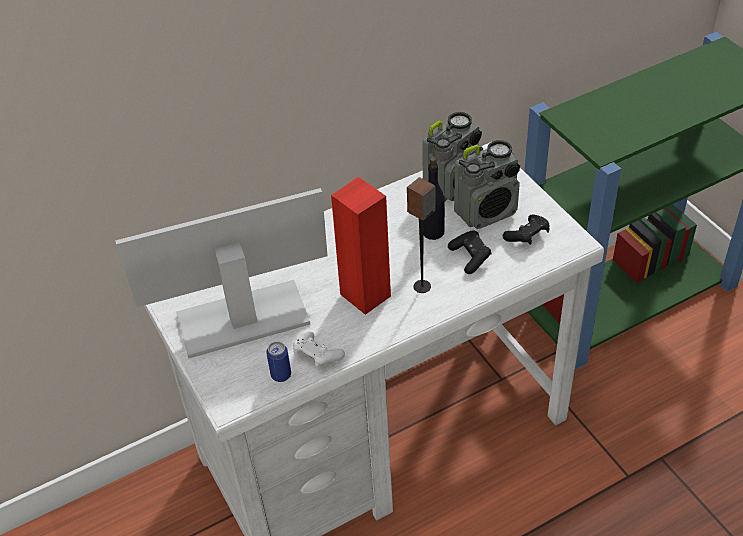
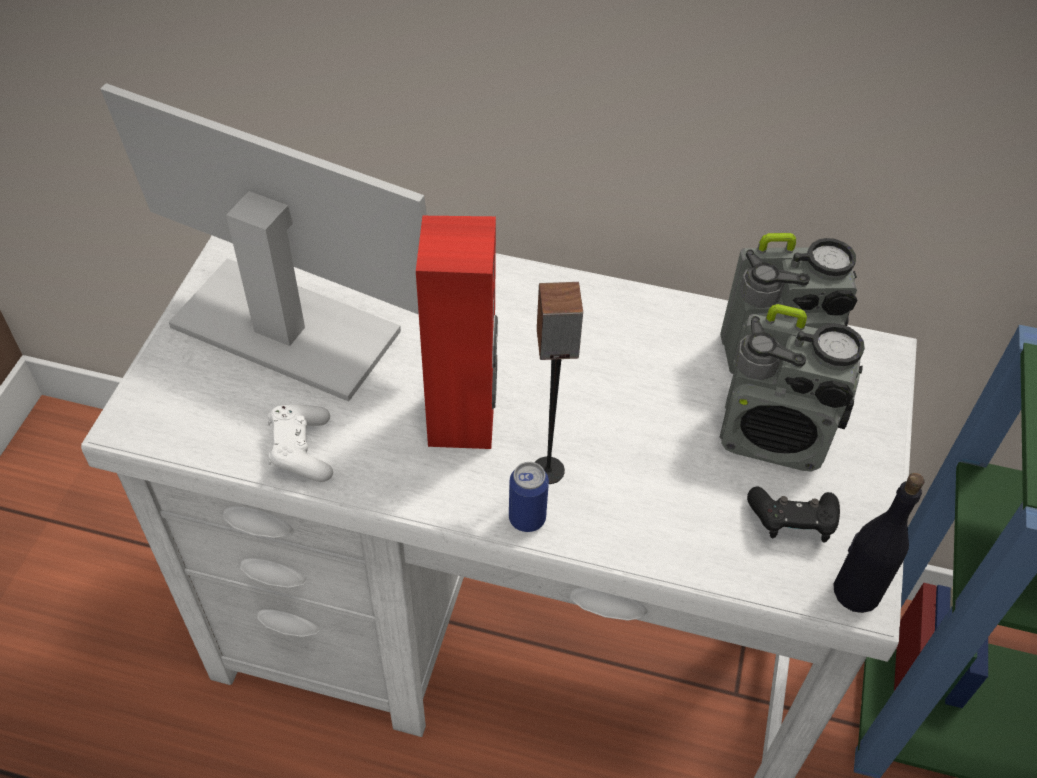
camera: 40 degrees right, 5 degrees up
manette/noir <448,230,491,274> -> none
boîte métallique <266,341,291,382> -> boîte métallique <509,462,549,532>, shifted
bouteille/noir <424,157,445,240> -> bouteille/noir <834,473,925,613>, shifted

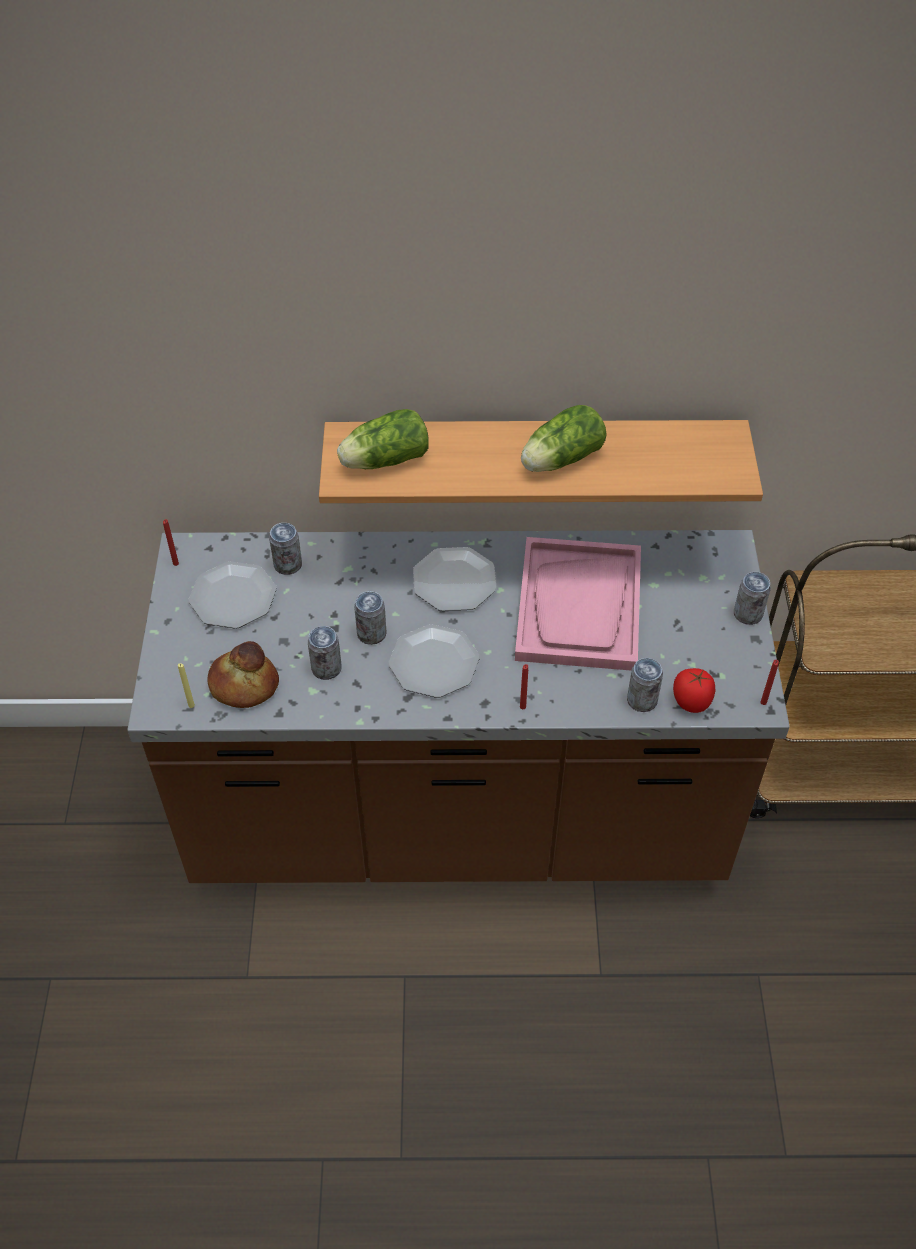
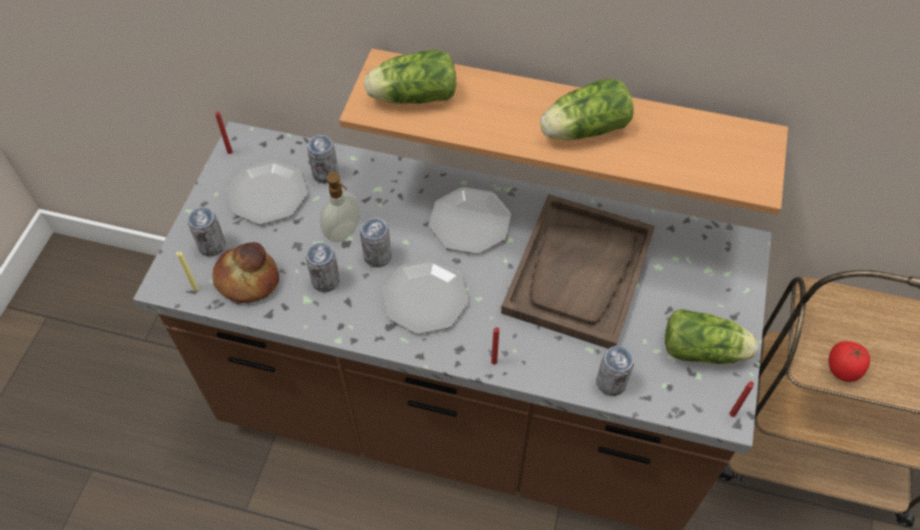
camera: 15 degrees right, 5 degrees up
none -> distributeur de savon <320,172,360,243>
none -> laitue <665,309,758,364>
tomate <673,668,715,713> -> tomate <829,341,870,382>, shifted
boîte métallique <734,572,771,625> -> boîte métallique <188,207,226,256>, shifted
plateau/rose <515,537,641,671> -> plateau/marron <501,194,655,349>

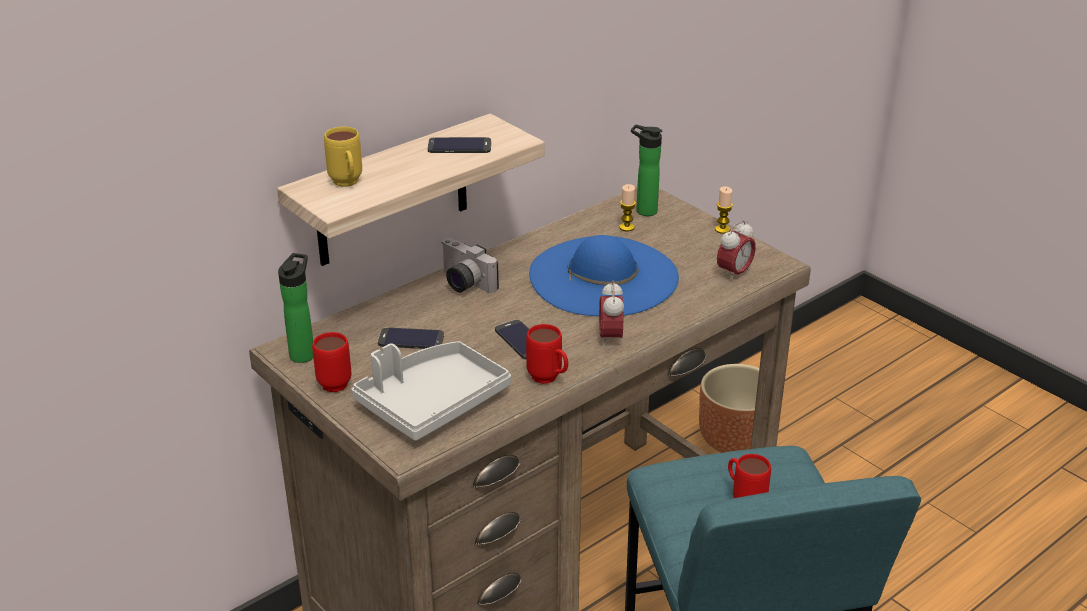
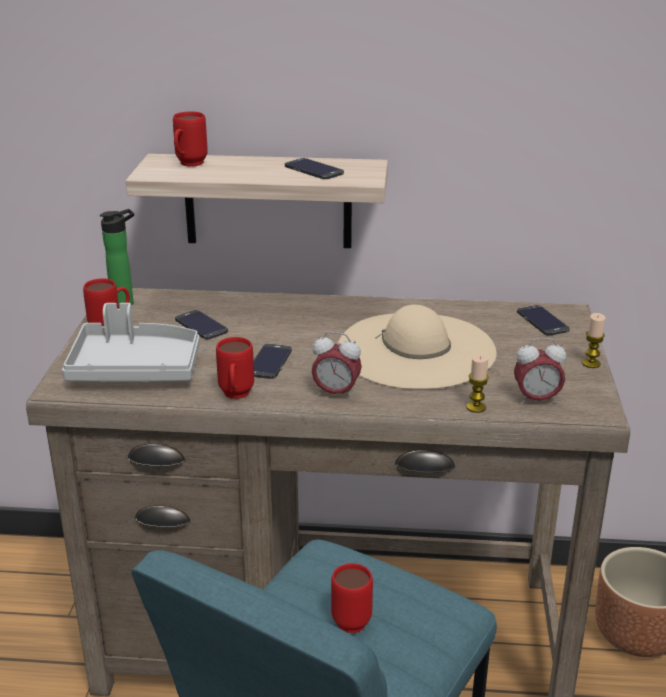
camera: 45 degrees right, 5 degrees down
appareil photo <442,238,499,293> -> none
bougie <619,184,636,231> -> bougie <466,354,489,413>, shifted
bouteille <631,124,662,216> -> téléphone <517,305,569,336>
mug/jaune <324,126,362,187> -> mug/rouge <173,111,208,166>
chapeau/bleu <529,235,679,316> -> chapeau/beige <338,305,497,389>
réveil <599,281,624,348> -> réveil <312,332,362,400>, 120 degrees counterclockwise

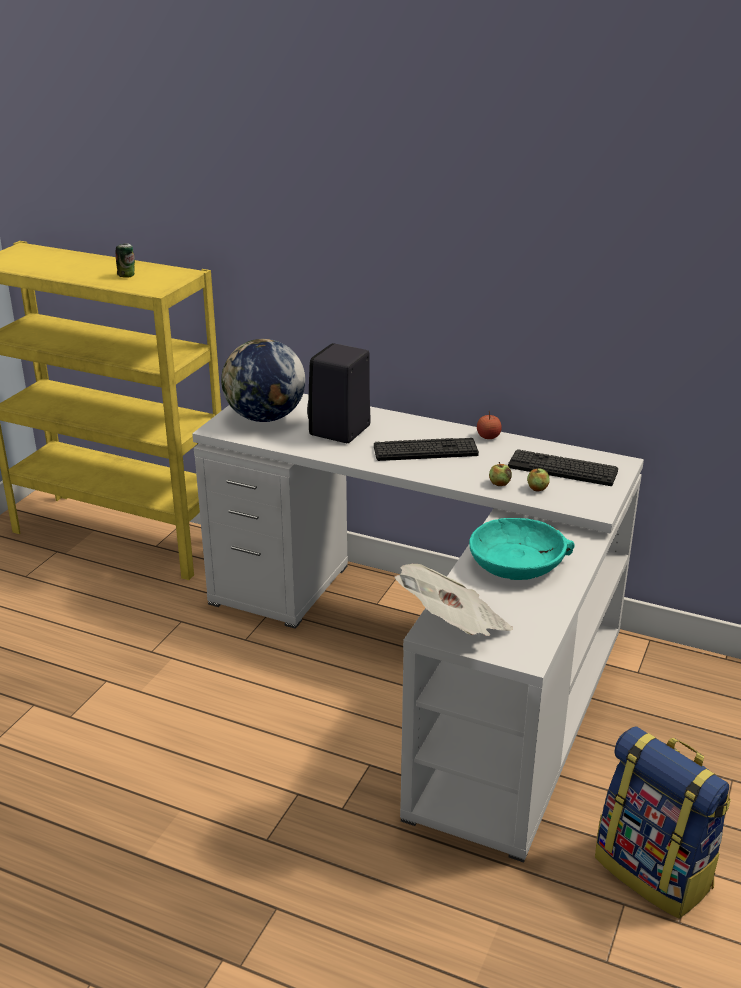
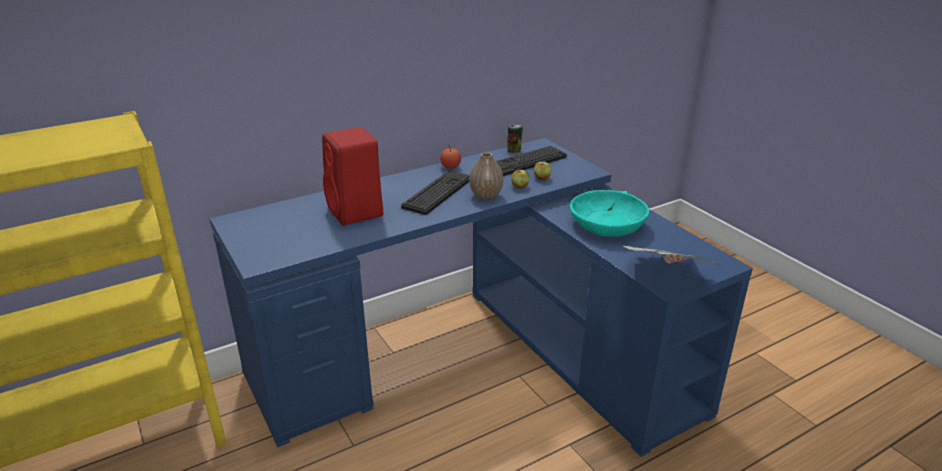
camera: 55 degrees left, 0 degrees up
globe <221,339,306,422> -> none
sac à dos <595,726,731,919> -> none
none -> vase <469,152,503,200>
boîte métallique <116,243,135,277> -> boîte métallique <507,125,523,153>, shifted
bureau/blanc <192,394,644,863> -> bureau/bleu <210,138,753,457>
enceinte/noir <307,343,371,443> -> enceinte/rouge <322,127,383,225>

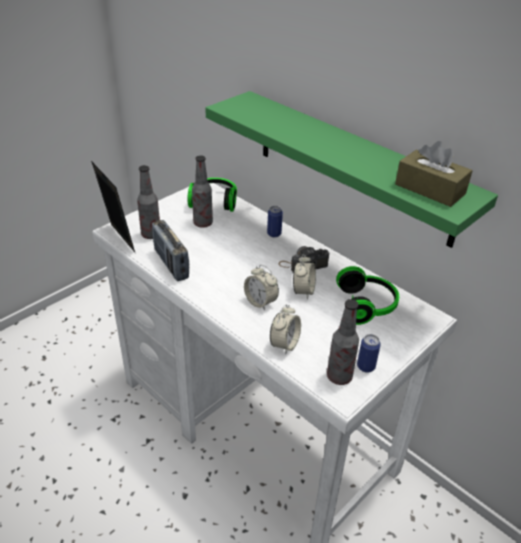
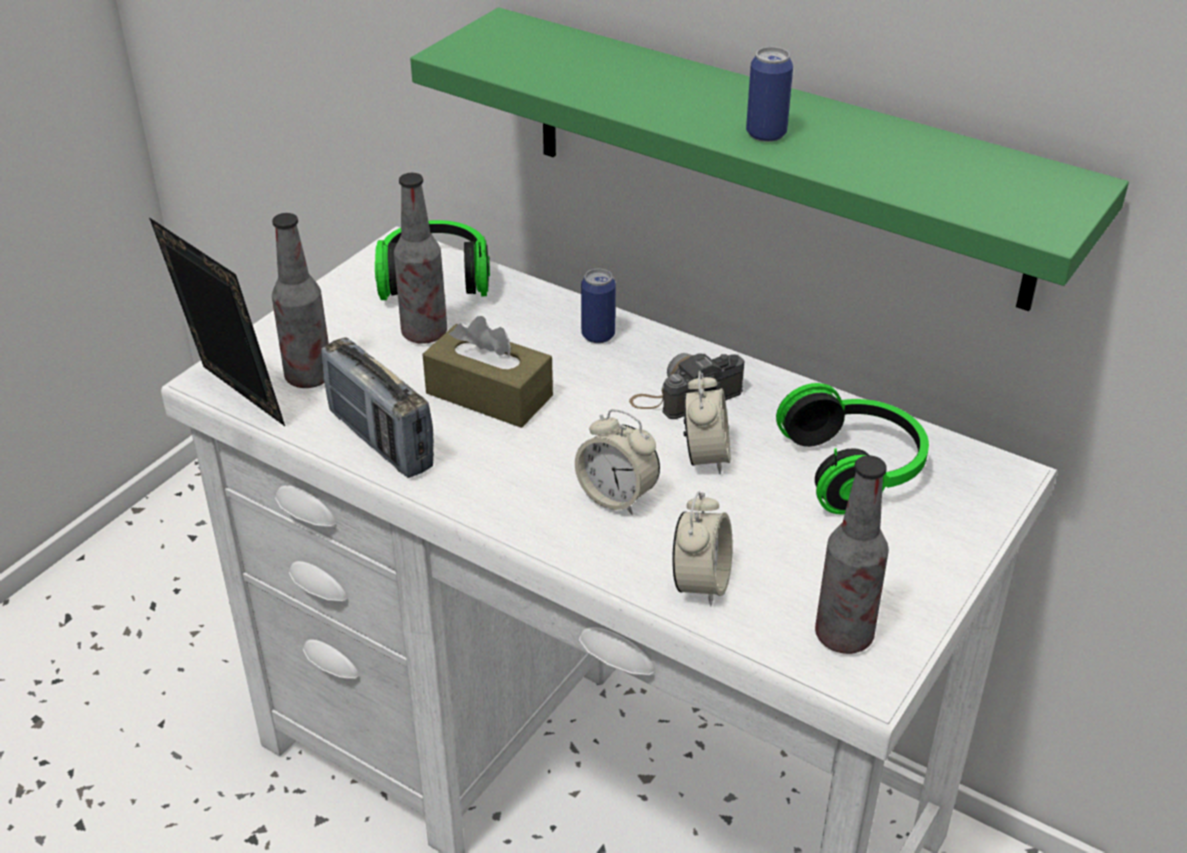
camera: 10 degrees left, 0 degrees up
boîte métallique <357,334,381,373> -> boîte métallique <746,47,793,142>, shifted
boîte à mouchoirs/marron <395,141,472,207> -> boîte à mouchoirs/marron <422,316,553,428>, shifted

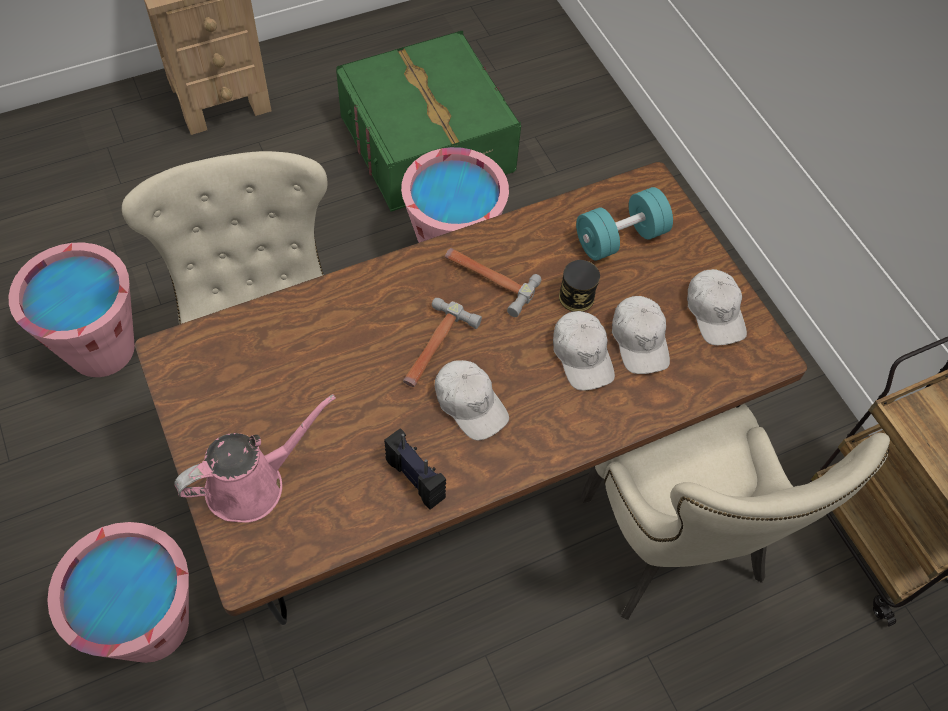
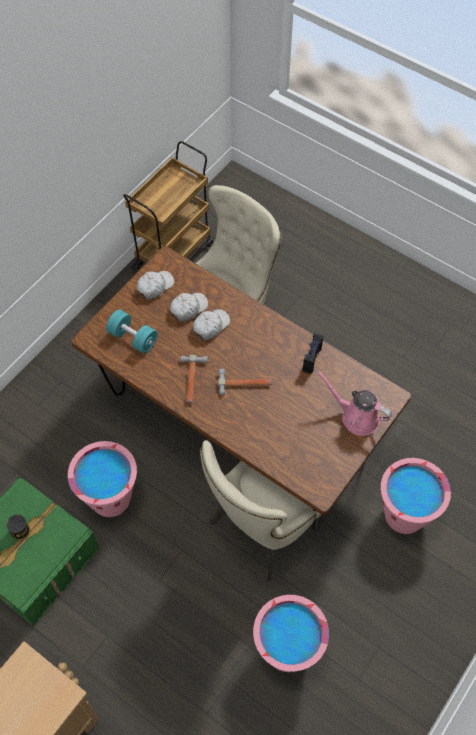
camera: 115 degrees left, 0 degrees up
casquette/blanc <435,360,509,441> -> none
boîte métallique <559,260,600,312> -> boîte métallique <6,514,30,540>, shifted

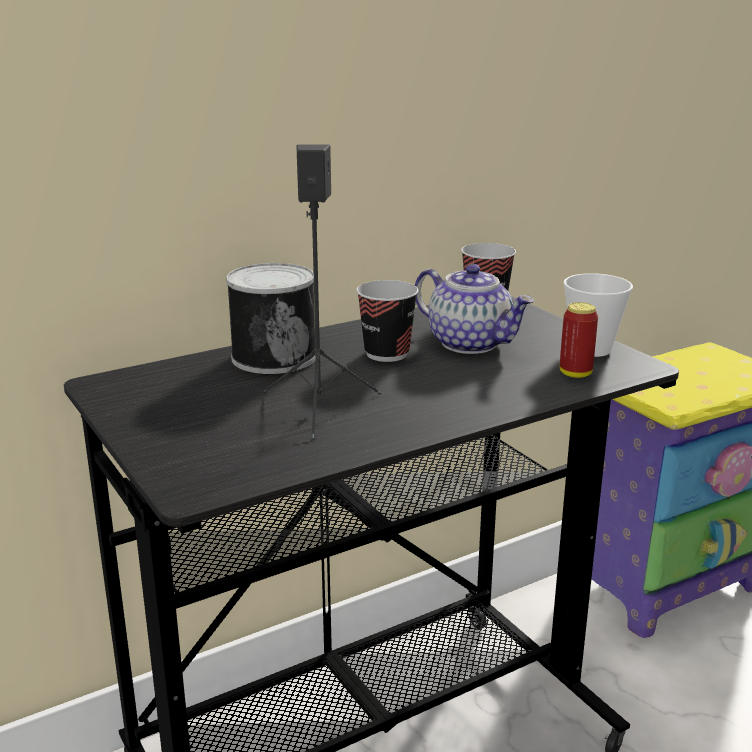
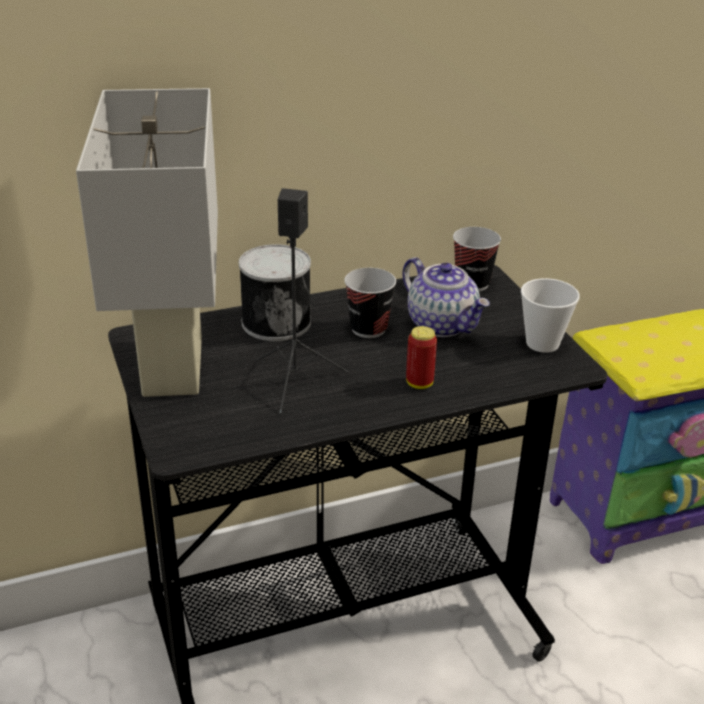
camera: 10 degrees right, 10 degrees up
none -> lampe de table/blanc <76,88,218,397>
boîte métallique <560,302,598,378> -> boîte métallique <406,326,437,389>, shifted

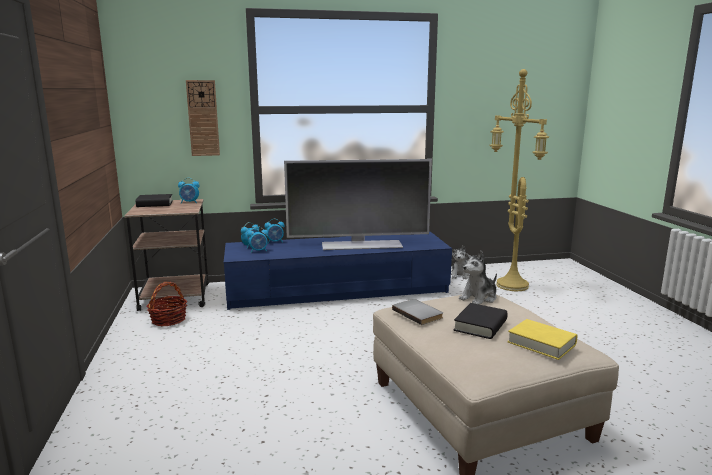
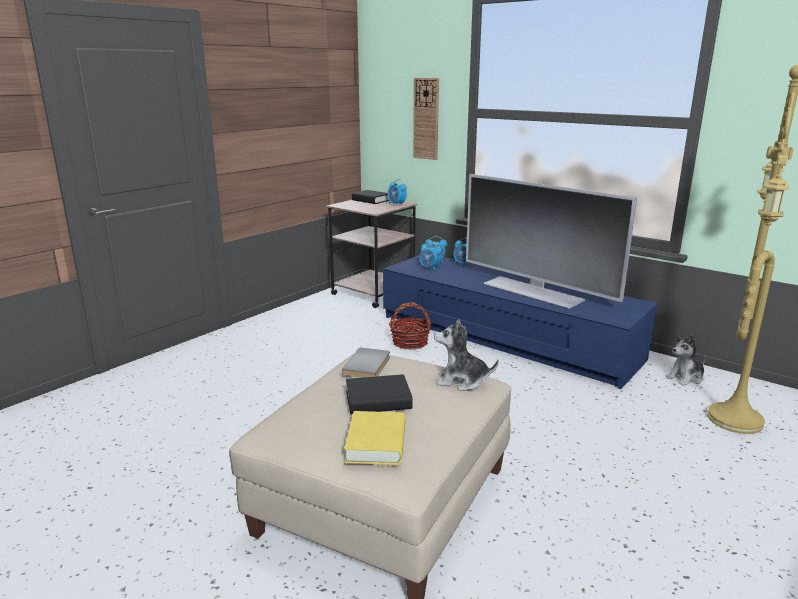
camera: 50 degrees right, 5 degrees up
panier <147,282,187,327> -> panier <389,302,431,350>, shifted

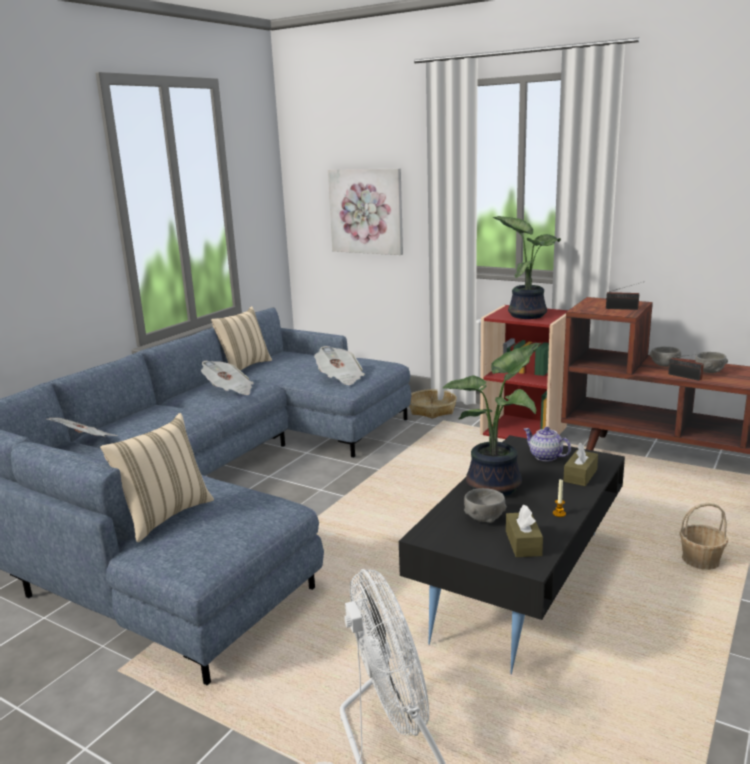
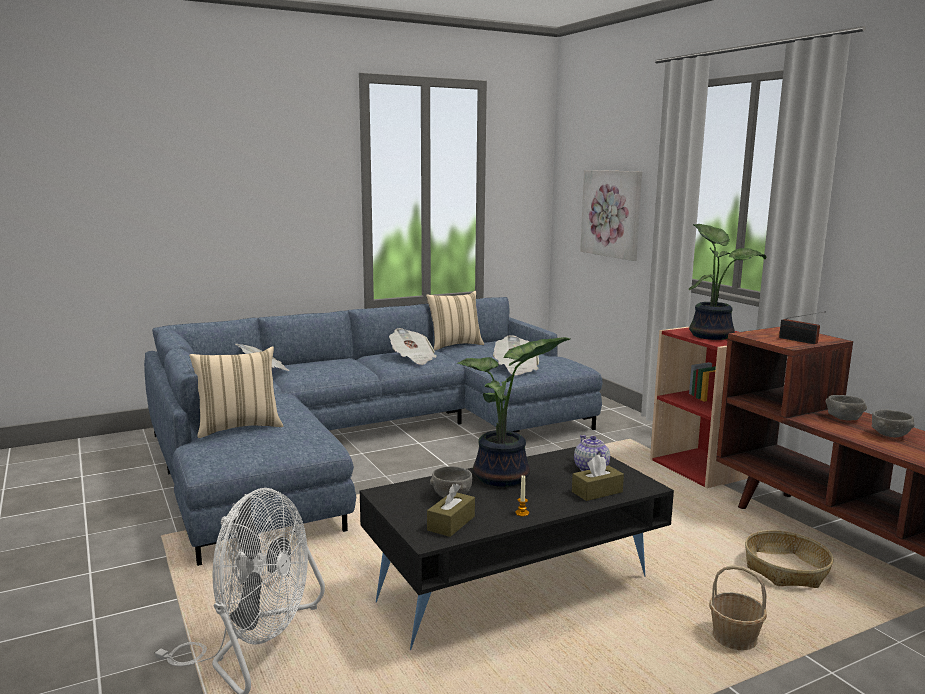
camera: 30 degrees right, 5 degrees down
radio <668,353,704,381> -> none
panier <409,389,457,419> -> panier <745,530,834,588>, shifted

